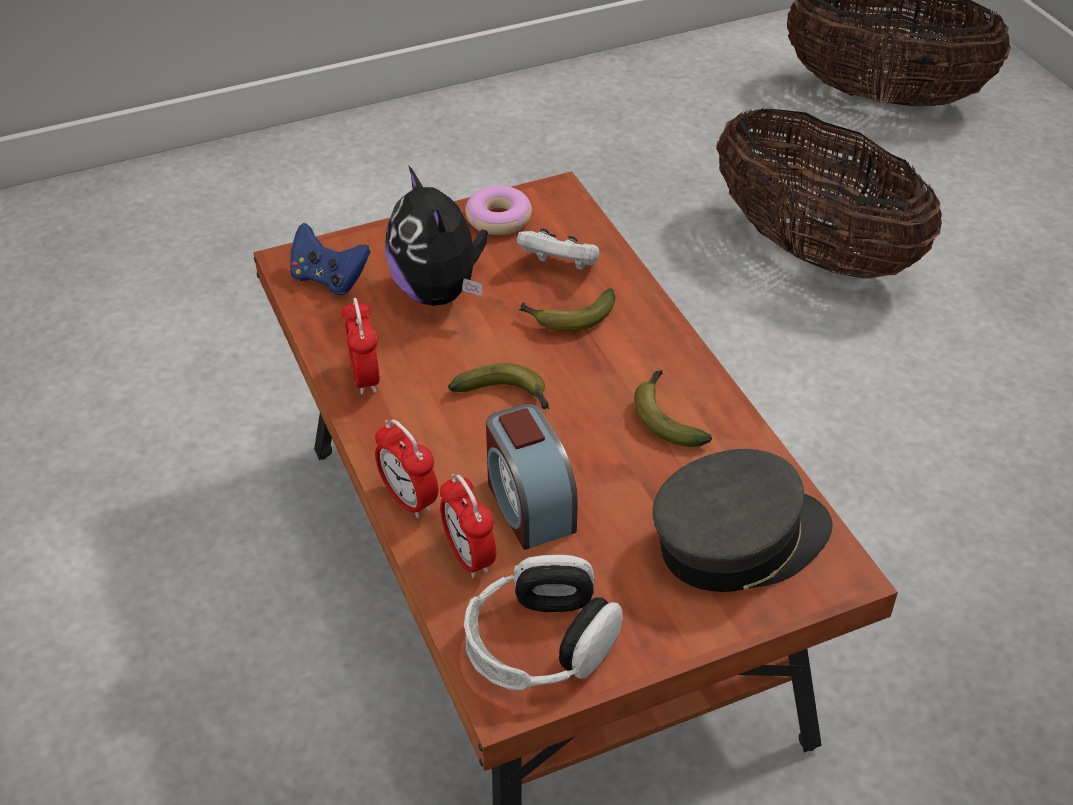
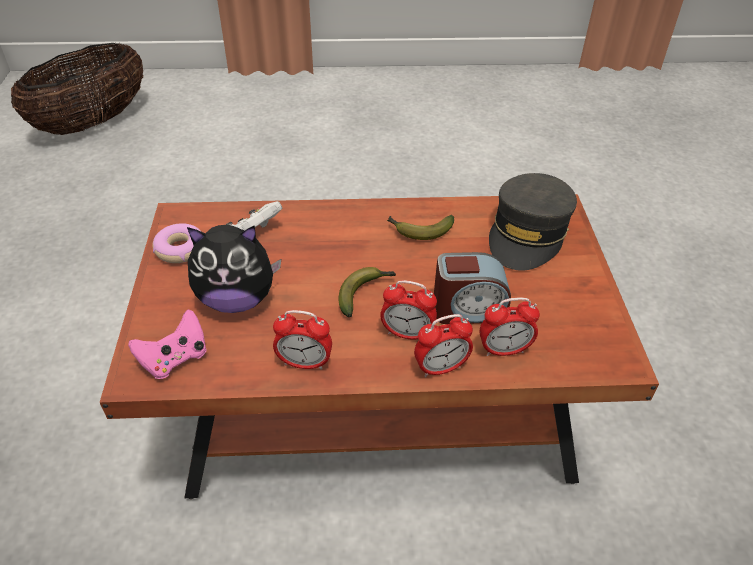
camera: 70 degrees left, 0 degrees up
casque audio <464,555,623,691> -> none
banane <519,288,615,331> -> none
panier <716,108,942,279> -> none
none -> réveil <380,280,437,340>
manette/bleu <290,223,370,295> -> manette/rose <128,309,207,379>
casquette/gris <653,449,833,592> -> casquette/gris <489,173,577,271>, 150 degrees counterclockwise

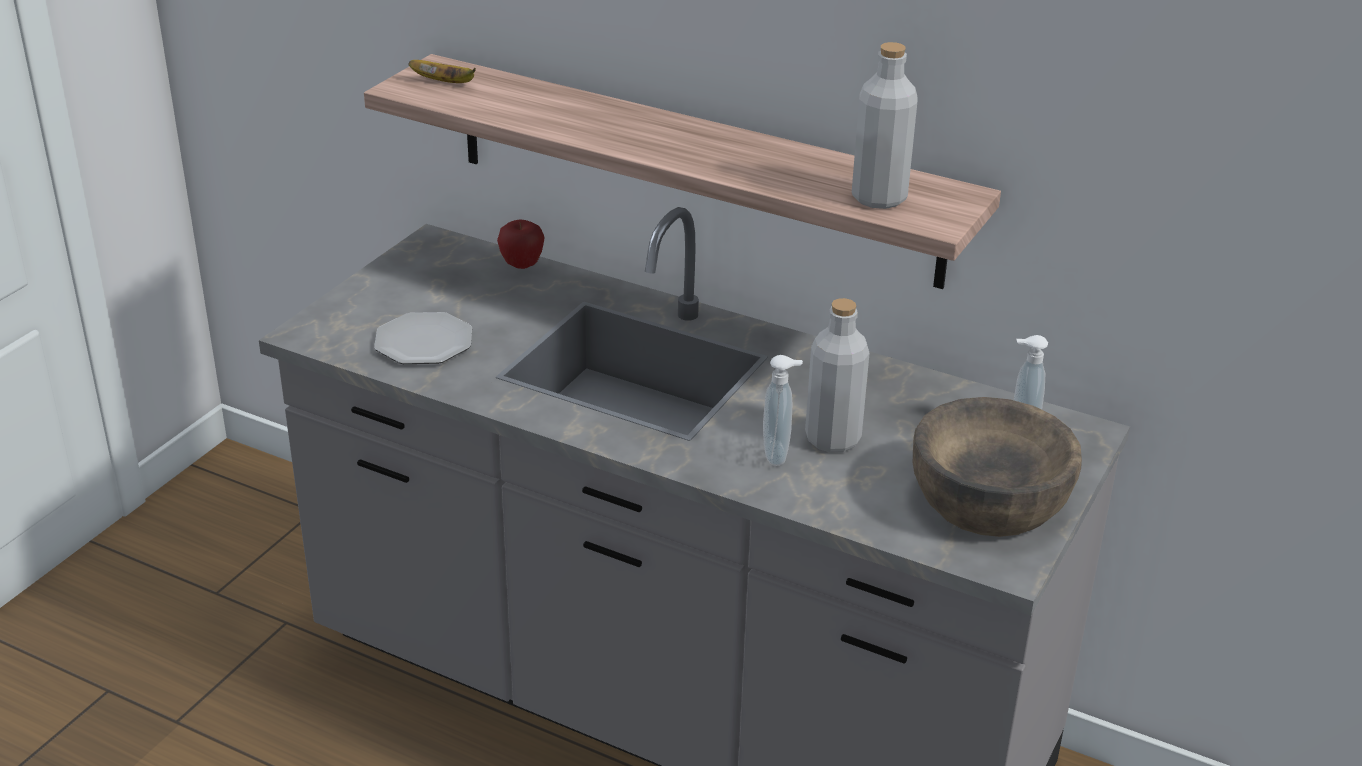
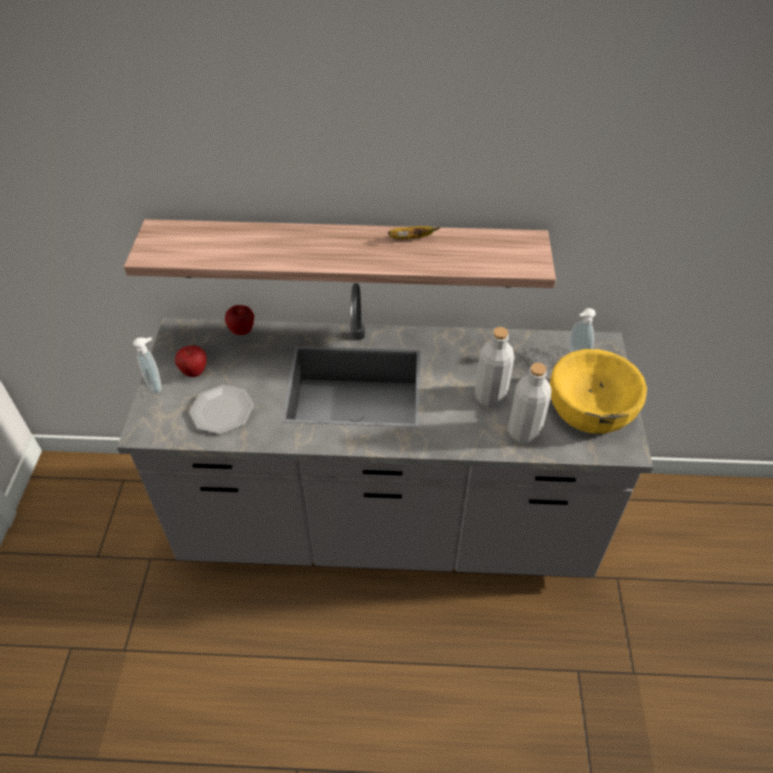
camera: 25 degrees left, 15 degrees up
none -> pomme <175,346,207,377>
banane <408,60,476,83> -> banane <388,226,440,239>, shifted
distributeur de savon <763,355,803,466> -> distributeur de savon <133,337,161,393>, shifted
bouteille/gris <852,42,917,209> -> bouteille/gris <508,363,551,444>, shifted
bol/marron <913,397,1082,537> -> bol/jaune <550,349,647,434>

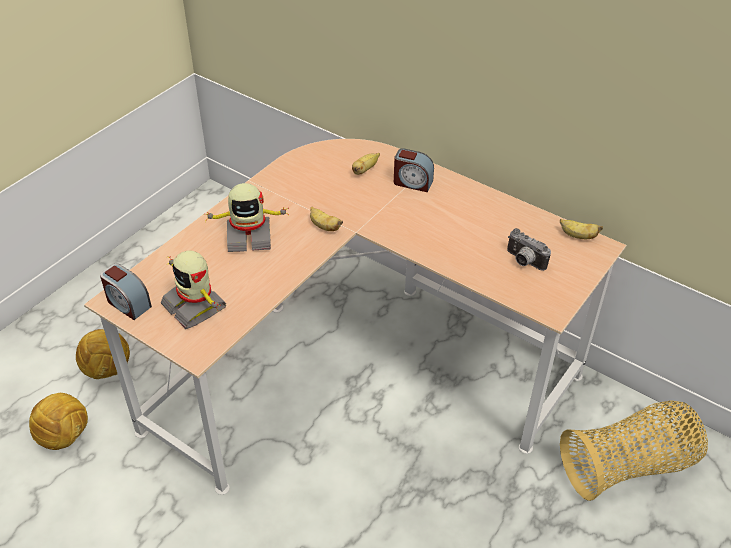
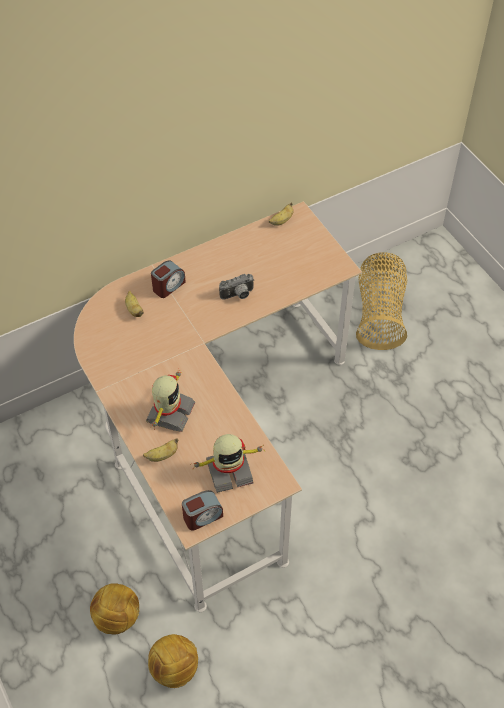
camera: 65 degrees left, 10 degrees up
banane <310,207,343,231> -> banane <143,438,179,462>, shifted
appareil photo <507,228,551,271> -> appareil photo <219,274,254,300>, shifted

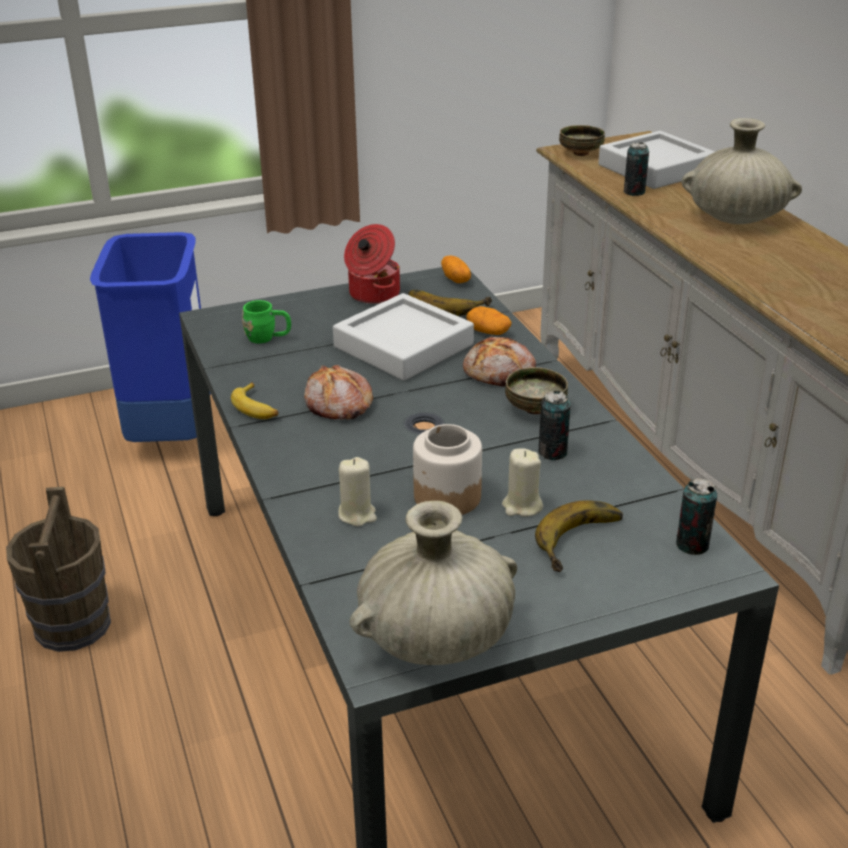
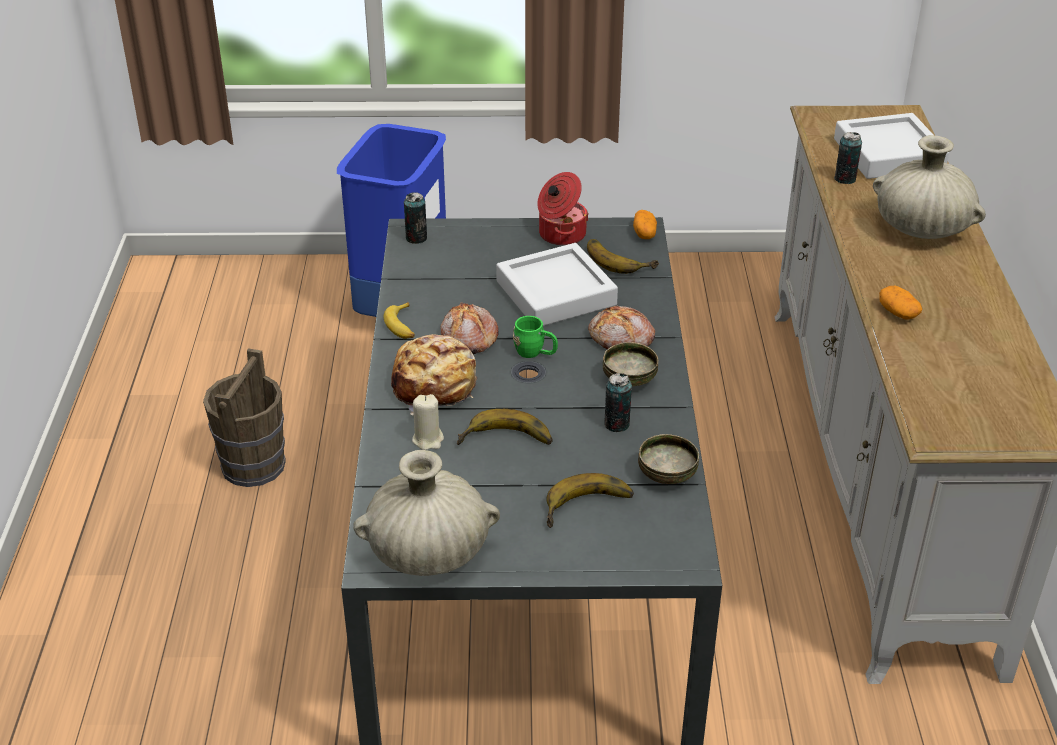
camera: 20 degrees right, 5 degrees up
bougie/beige <502,448,543,517> -> none
none -> pain <391,334,477,415>
mug/vert <242,300,291,344> -> mug/vert <513,316,558,358>, shifted
pomme de terre <466,306,512,335> -> pomme de terre <879,286,922,320>, shifted
bol <559,125,605,156> -> bol <638,434,699,484>, shifted
boîte métallique <676,478,717,555> -> boîte métallique <404,192,427,244>, shifted
bocal <413,424,482,515> -> banane <457,409,553,445>

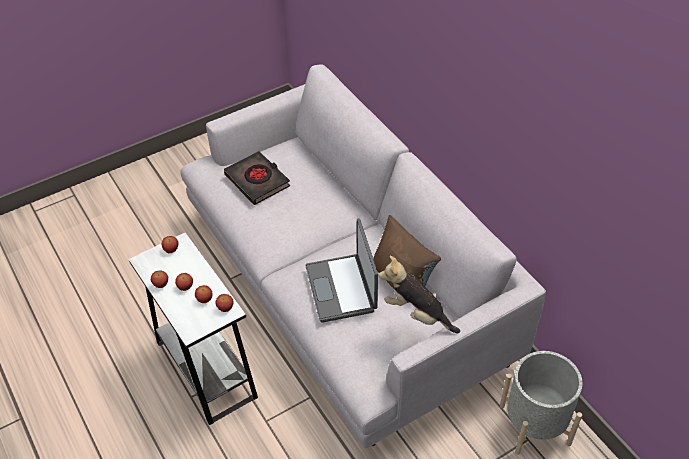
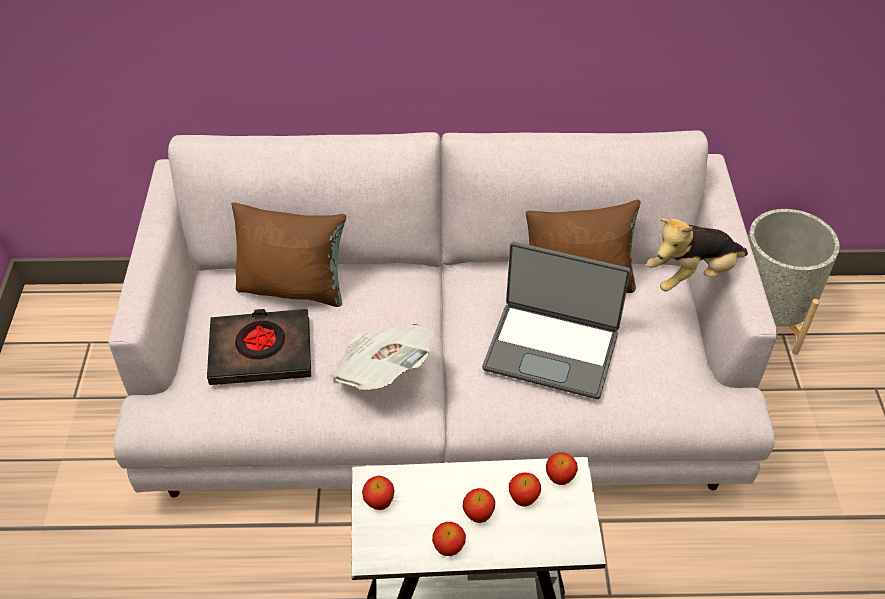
camera: 60 degrees left, 0 degrees up
none -> coussin/marron <232,202,346,307>
none -> journal <329,324,435,390>

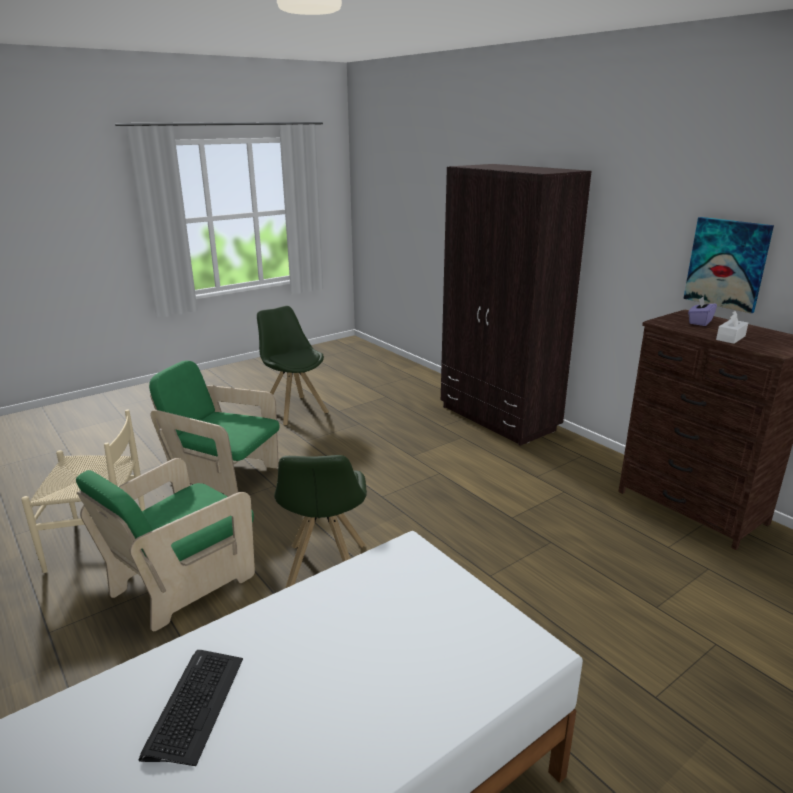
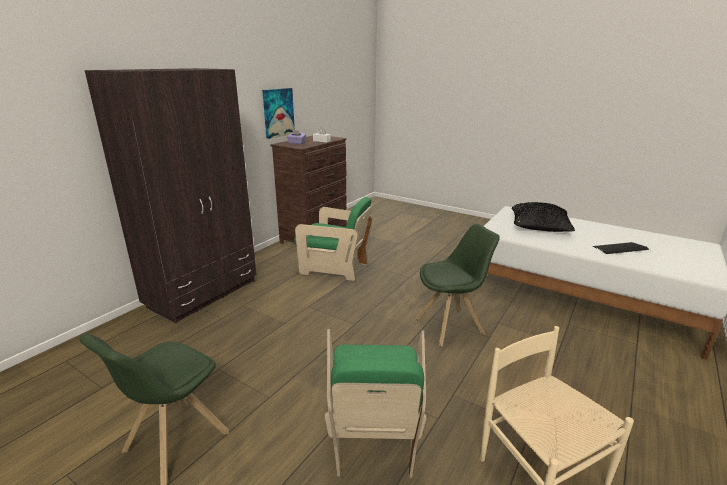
camera: 110 degrees left, 0 degrees up
none -> coussin/noir <512,202,575,232>
fauteuil/vert <76,458,255,631> -> fauteuil/vert <294,197,372,281>, shifted

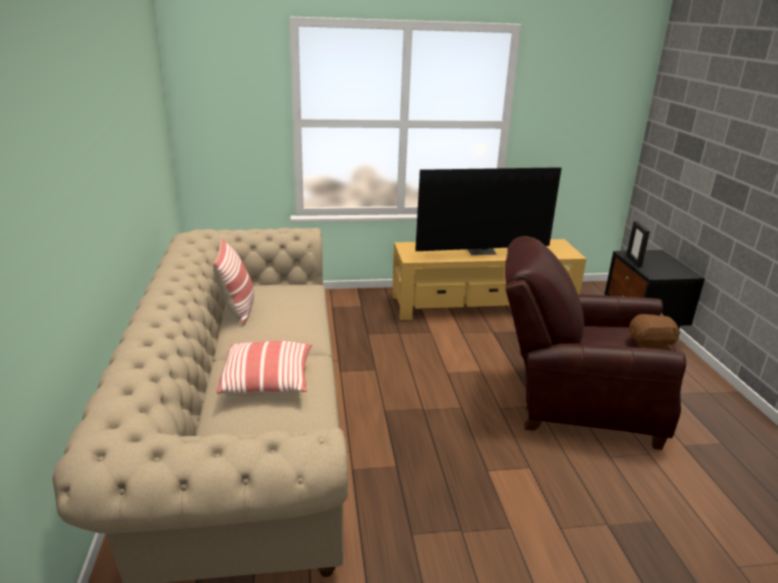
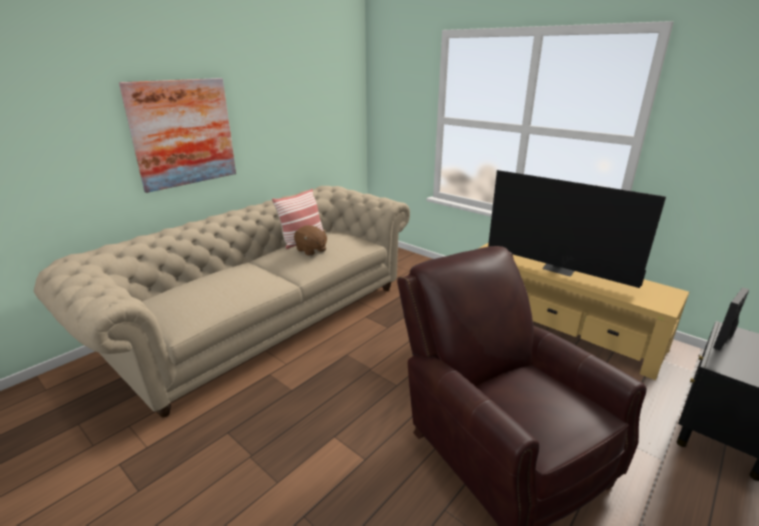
camera: 50 degrees right, 0 degrees up
coussin <217,341,312,396> -> none
none -> tableau <119,78,236,193>
peluche/marron <629,313,680,351> -> peluche/marron <294,225,327,256>, shifted

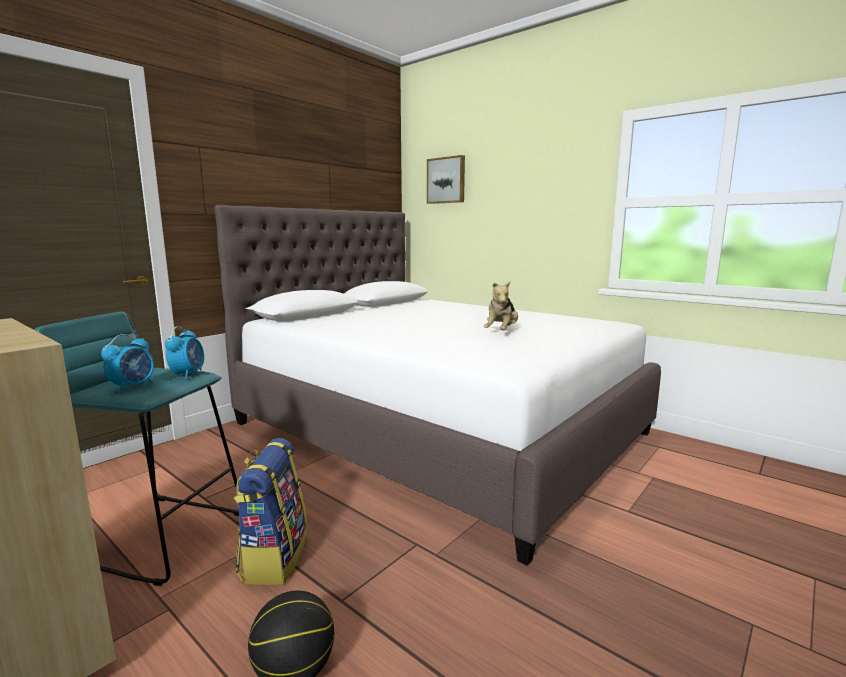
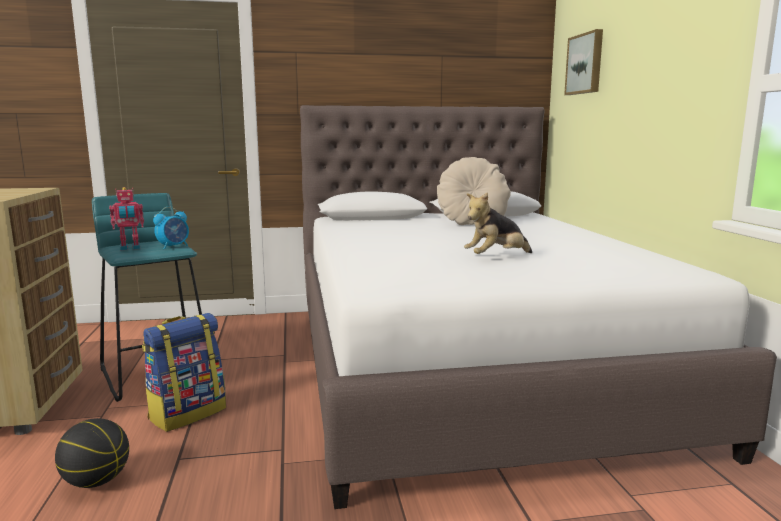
camera: 40 degrees right, 0 degrees up
none -> coussin/beige <437,157,511,225>
réveil <101,334,154,393> -> robot jouet <109,187,144,250>

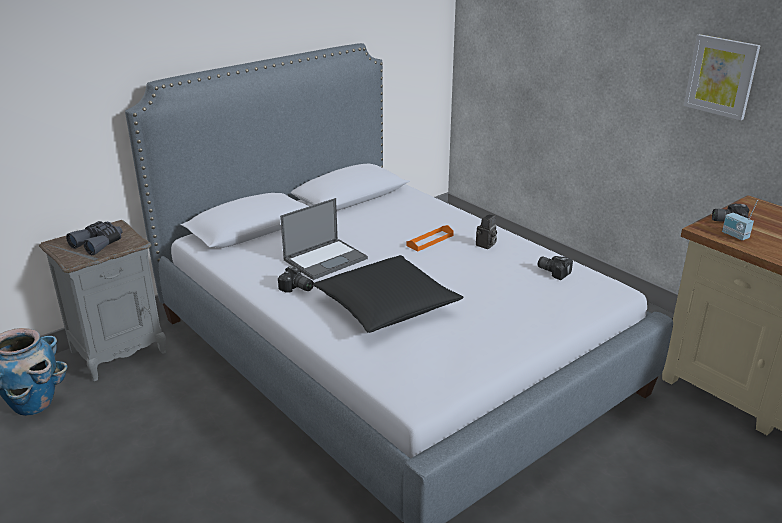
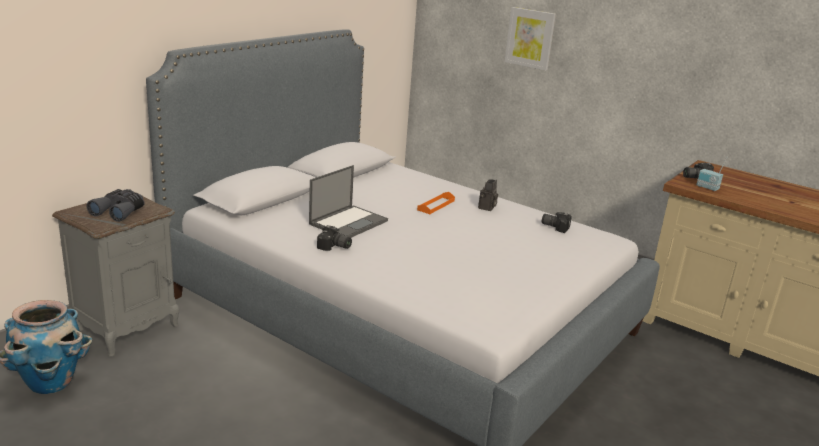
camera: 15 degrees left, 5 degrees down
coussin/noir <313,255,463,333> -> none
tableau <684,34,761,120> -> tableau <505,7,556,70>, shifted

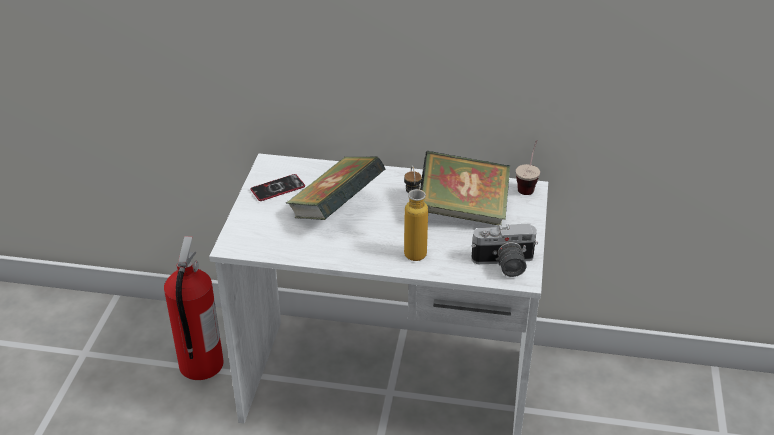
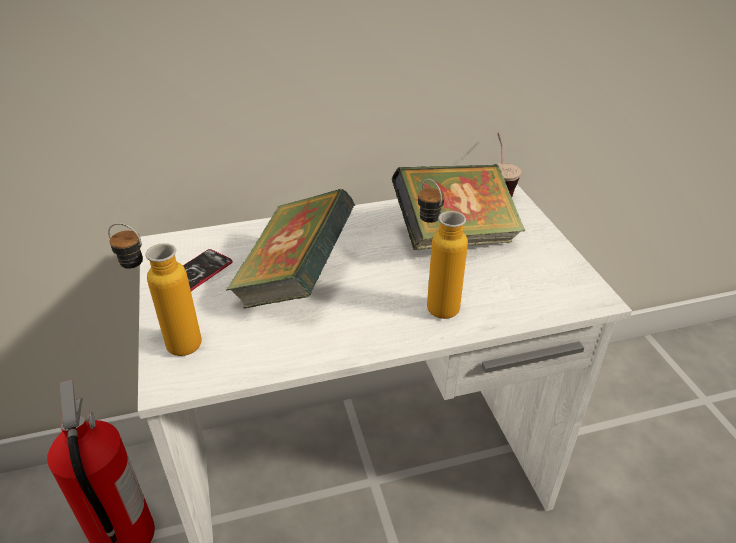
camera: 25 degrees left, 0 degrees up
appareil photo <471,223,538,277> -> none
none -> bouteille <108,223,202,356>

